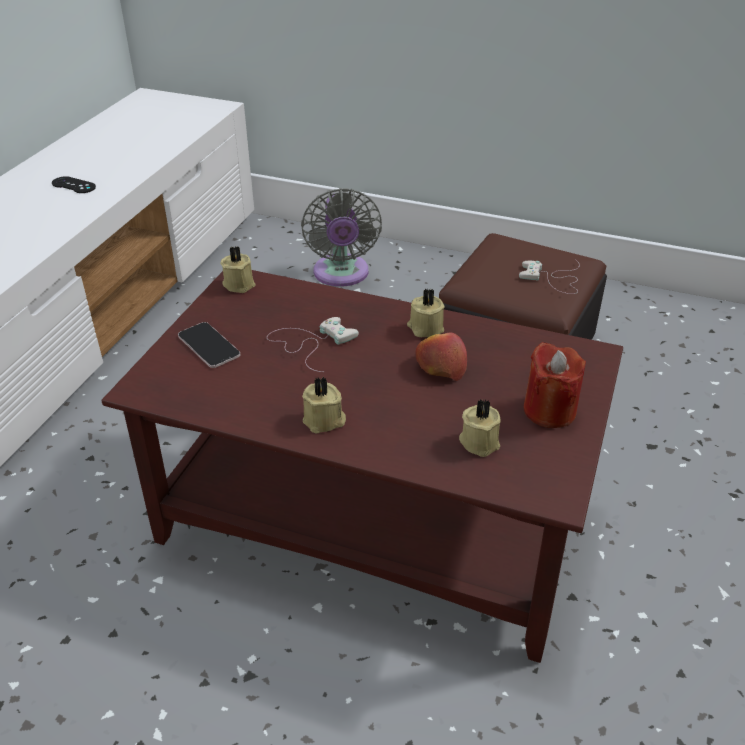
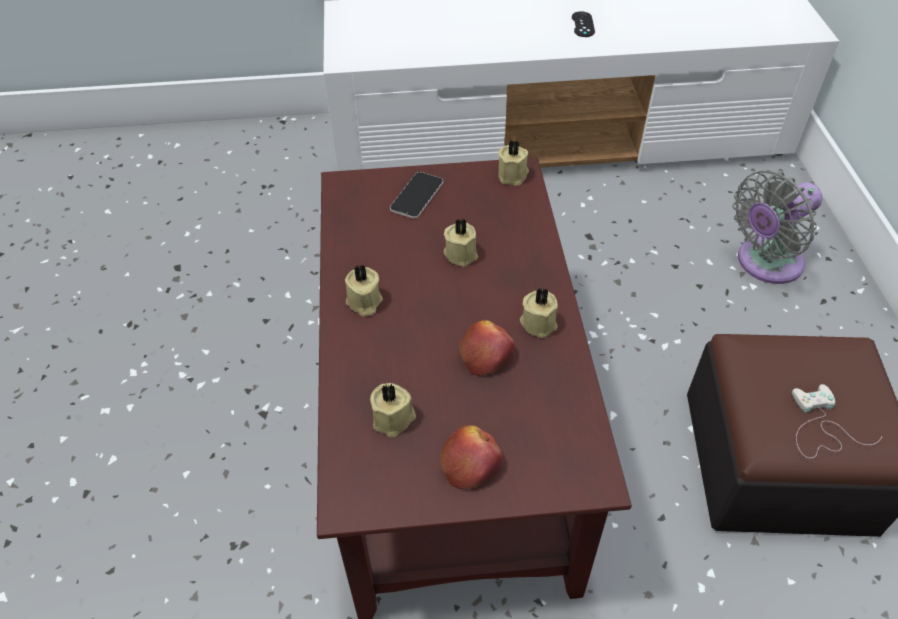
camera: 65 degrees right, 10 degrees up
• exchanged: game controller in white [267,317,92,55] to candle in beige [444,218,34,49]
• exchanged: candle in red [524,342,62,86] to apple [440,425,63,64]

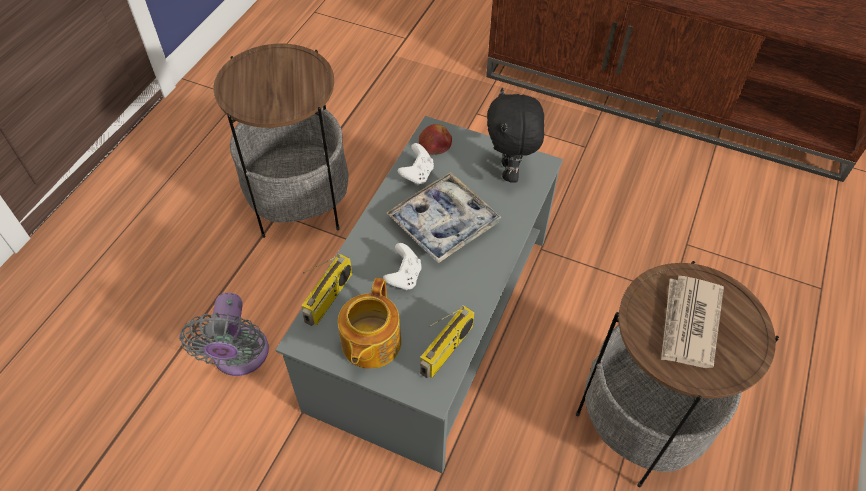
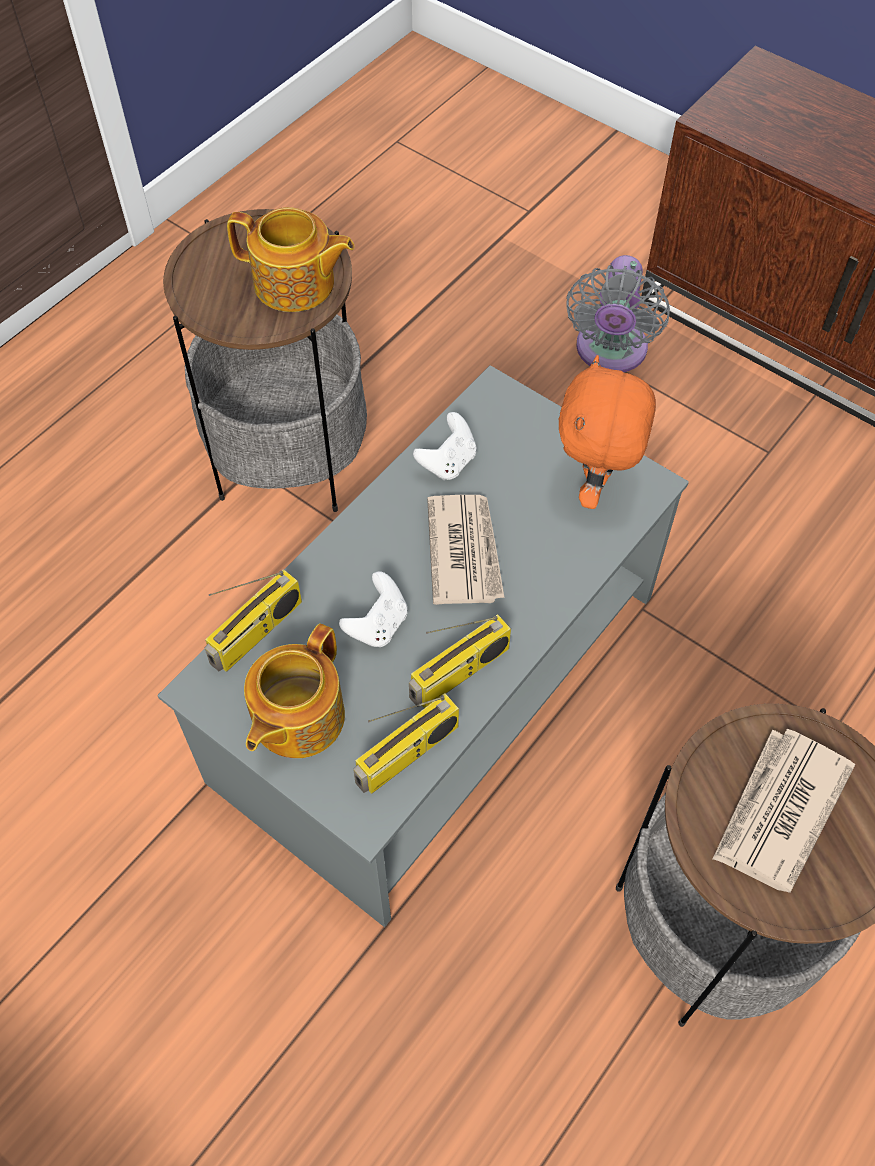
camera: 15 degrees right, 5 degrees up
• colour: plush toy in black [487,88,57,95] to plush toy in orange [558,355,98,154]
• missing: apple [419,124,33,31]
• exchanged: tray [387,172,115,92] to newspaper [427,495,77,110]
• relocated: fan in grey [179,293,90,83] to [566,255,104,117]
• appeared: teapot [227,207,128,105]
• appeared: radio [409,614,102,94]

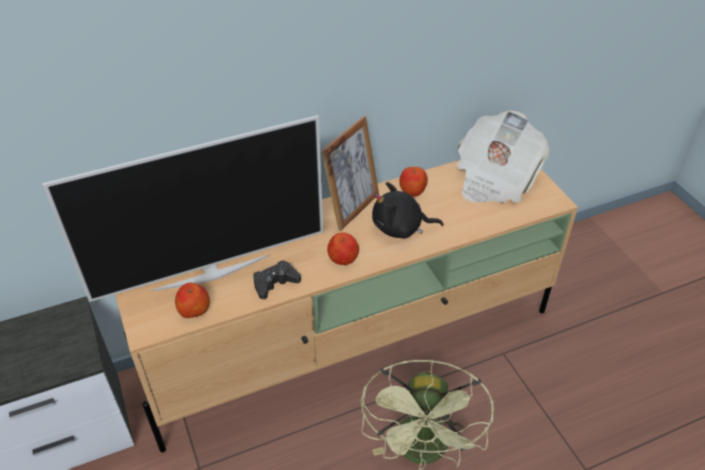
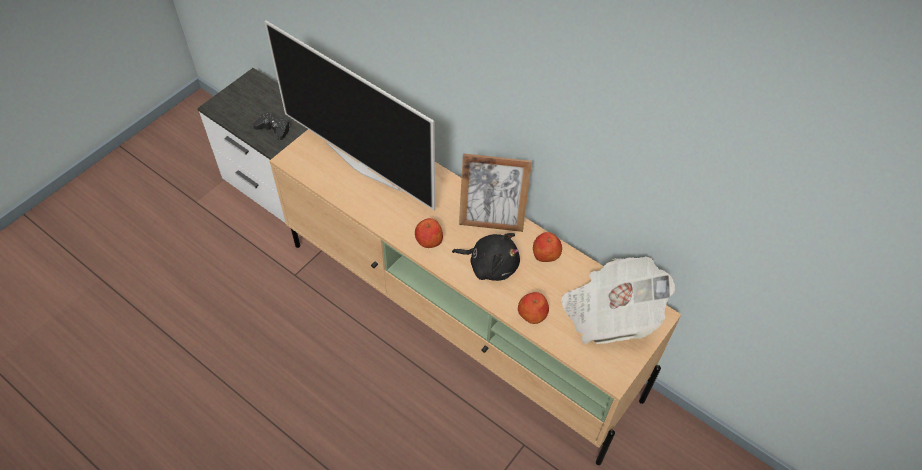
camera: 60 degrees right, 10 degrees up
• spun: plush toy in black [372,182,71,56] = [452,233,68,48] 135 degrees clockwise
• relocated: game controller in black [253,260,48,39] to [253,112,37,28]
• relocated: apple [175,283,35,35] to [518,292,31,32]
• missing: fan in green [361,360,133,110]

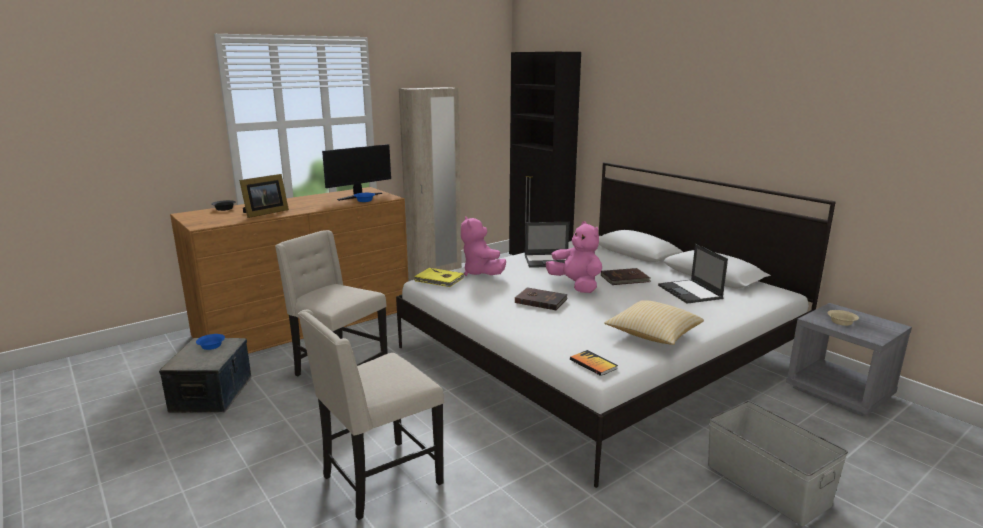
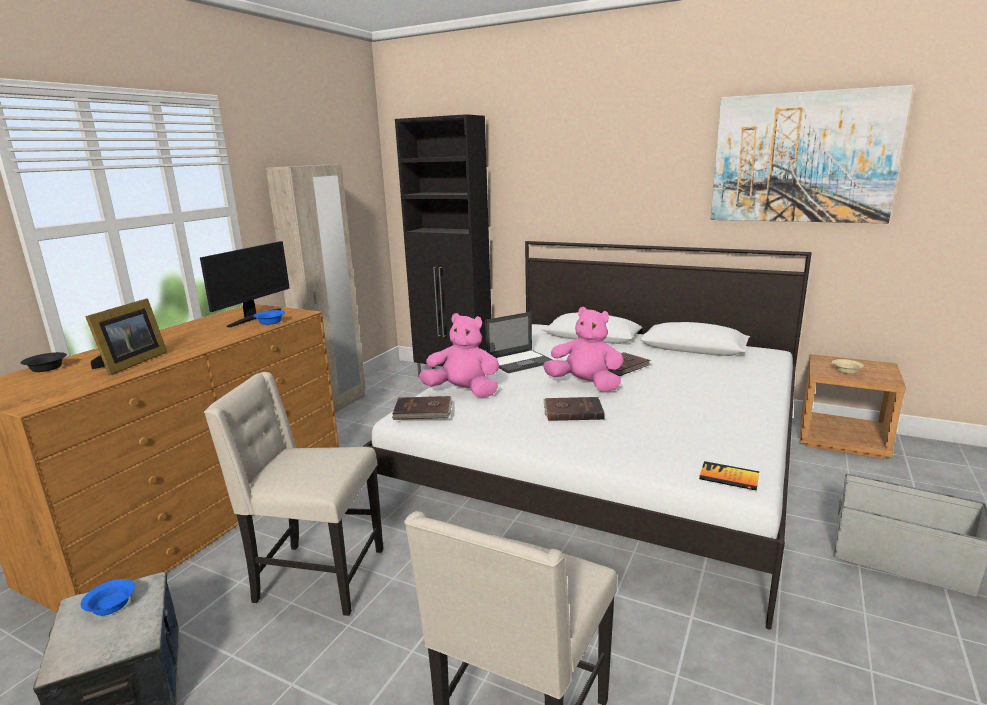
camera: 25 degrees left, 0 degrees up
• spun: plush toy in pink [461,216,45,60] = [419,313,80,85] 150 degrees clockwise
• missing: laptop [658,244,70,60]
• colour: book in yellow [414,268,50,19] to book in brown [392,396,61,24]
• missing: pillow [604,300,100,45]
• colour: nightstand in grey [786,303,126,113] to nightstand in brown [800,354,106,105]
• appeared: picture [711,85,202,138]

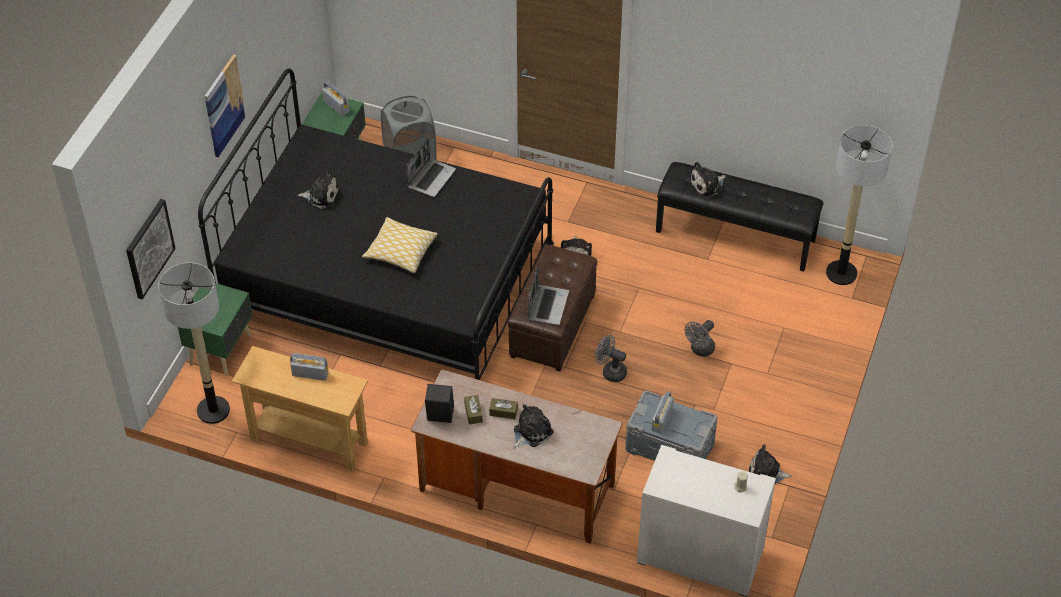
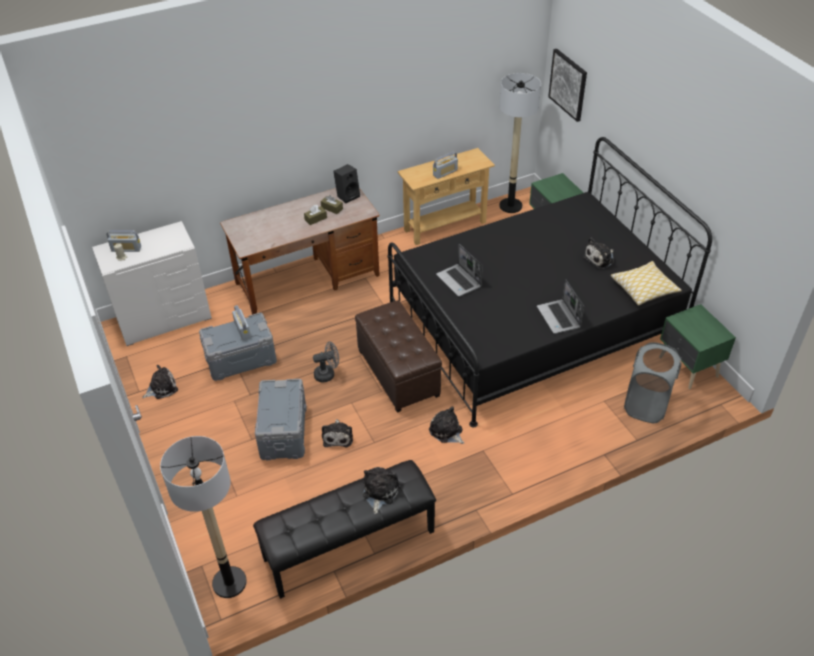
camera: 135 degrees right, 5 degrees down
• missing: picture [205,55,41,102]
• relocated: radio [322,81,28,35] to [107,230,34,22]
• relocated: pillow [362,217,76,56] to [611,261,71,45]
• relocated: laptop [528,265,41,60] to [436,244,47,53]
• exchanged: fan in grey [685,320,30,37] to storage box in grey [255,379,52,81]
• relocated: plush toy [514,404,40,45] to [322,419,31,28]

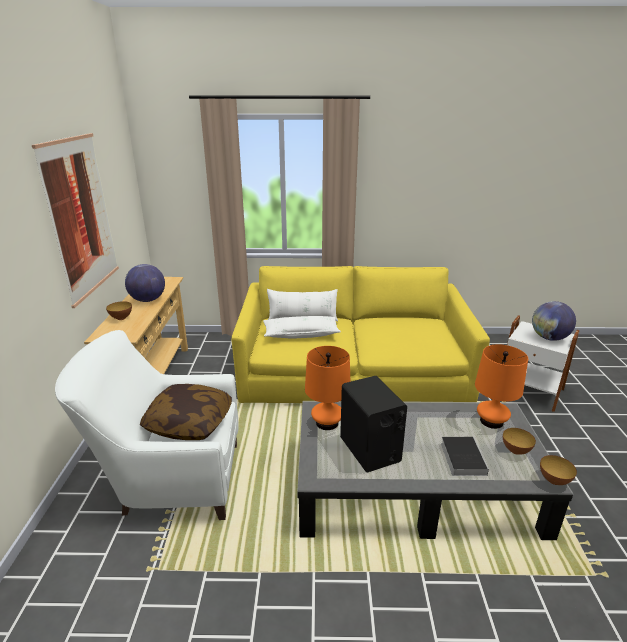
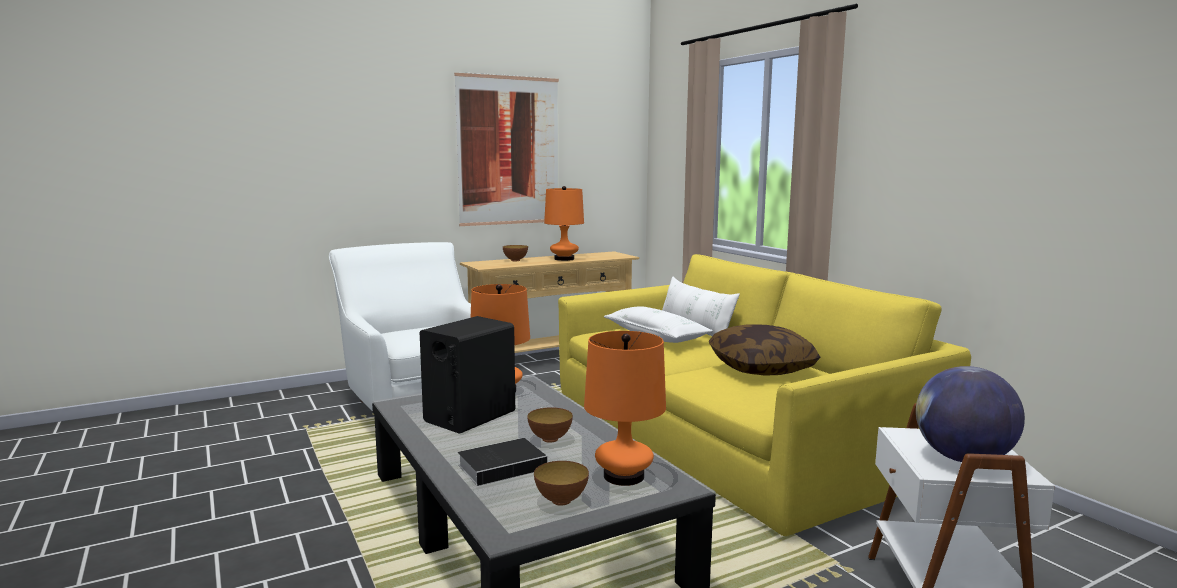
camera: 60 degrees right, 15 degrees down
• exchanged: globe [125,264,40,38] to table lamp in orange [544,186,40,75]
• relocated: pillow [140,384,92,56] to [709,324,112,52]
• relocated: bowl [540,455,37,30] to [527,407,46,36]

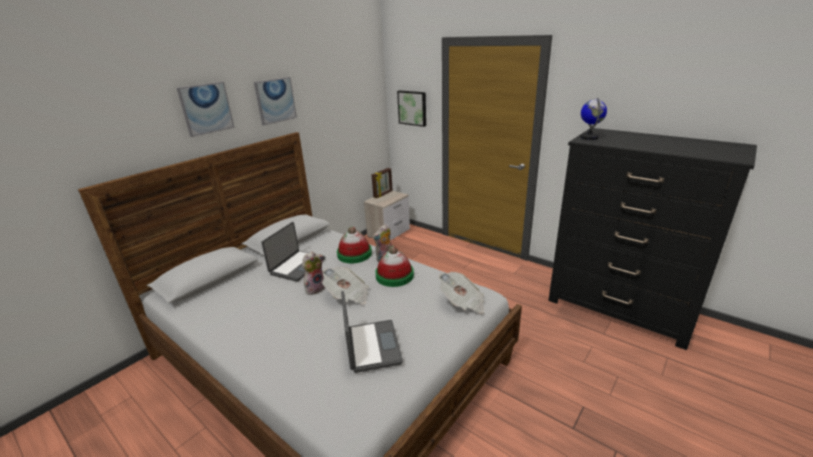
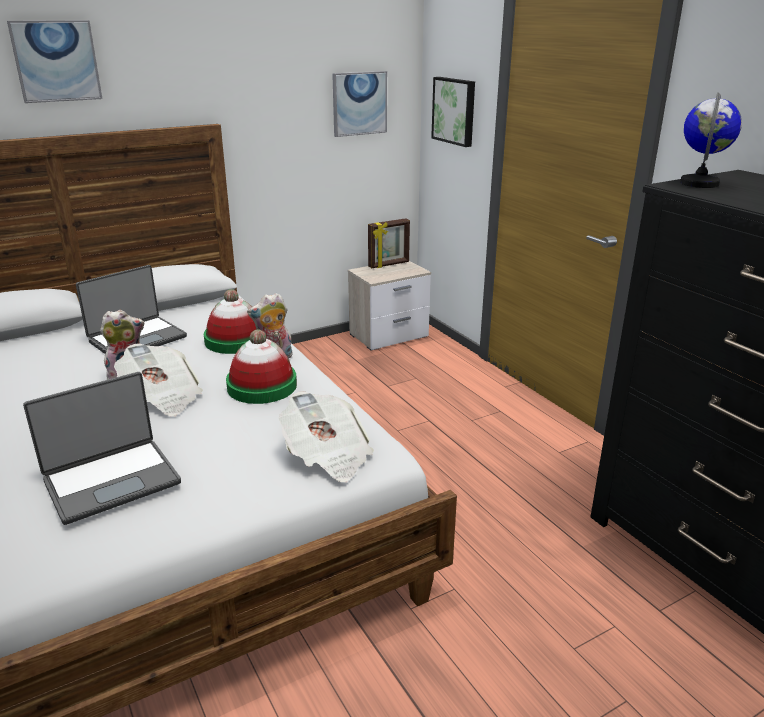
camera: 20 degrees right, 0 degrees up
• relocated: picture [254,77,43,48] to [332,71,55,66]
• spun: laptop [341,291,62,82] = [23,372,158,153] 45 degrees clockwise

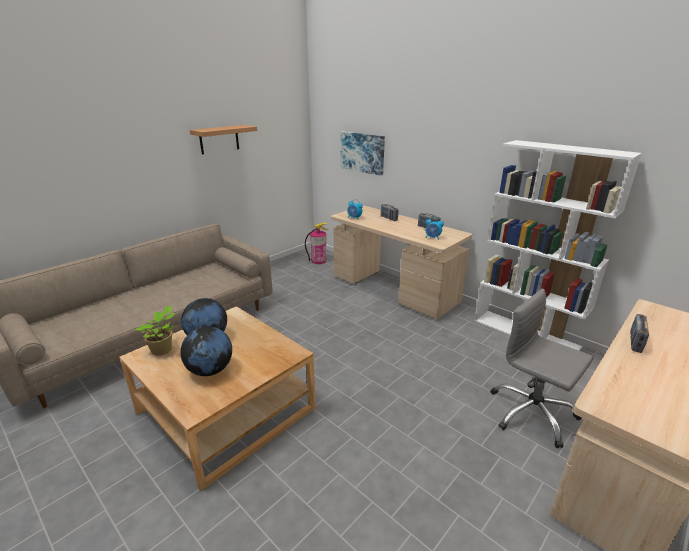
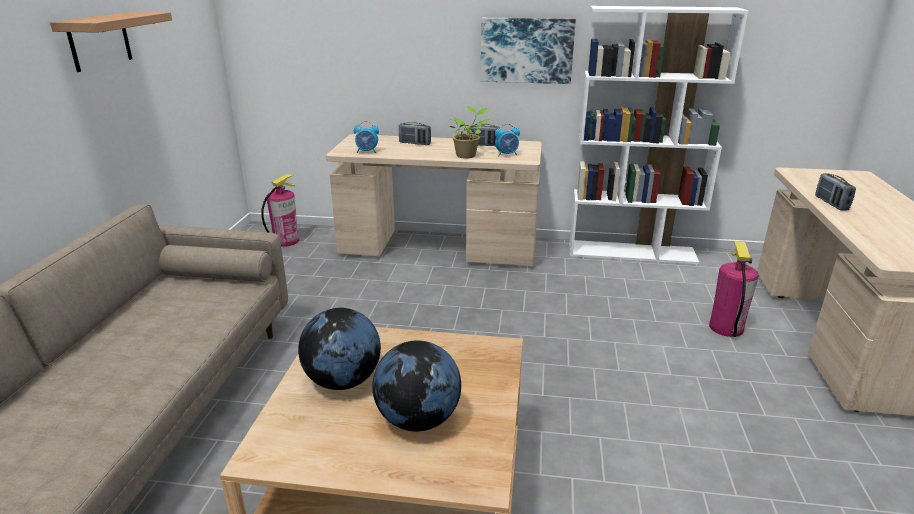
camera: 35 degrees left, 0 degrees up
• relocated: picture [340,131,45,45] to [480,18,96,66]
• exchanged: office chair in grey [490,289,103,159] to fire extinguisher [709,241,50,96]
• relocated: potted plant [134,305,41,51] to [450,106,39,53]

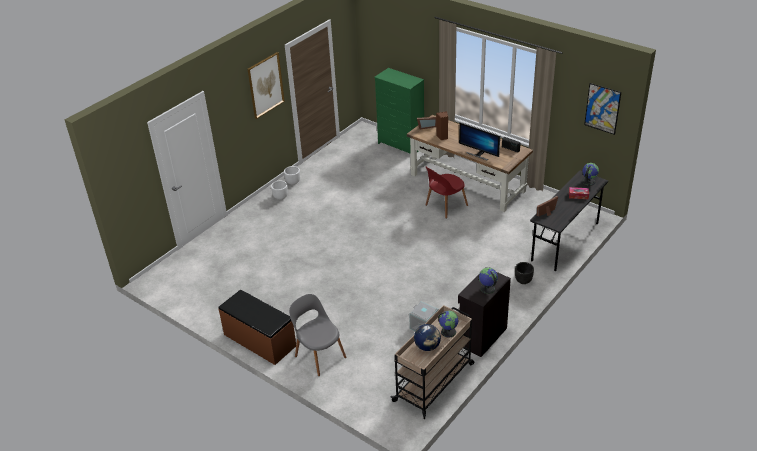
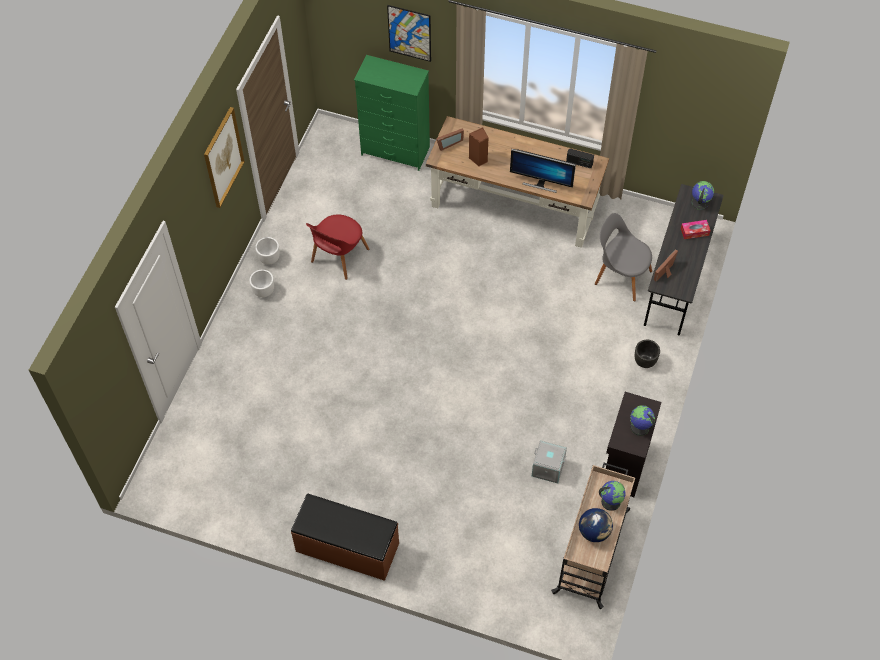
camera: 20 degrees left, 20 degrees up
• relocated: picture [584,83,37,52] to [387,5,44,57]
• relocated: chair in red [425,166,43,53] to [306,215,63,65]
• relocated: chair in grey [289,294,57,82] to [595,213,57,88]

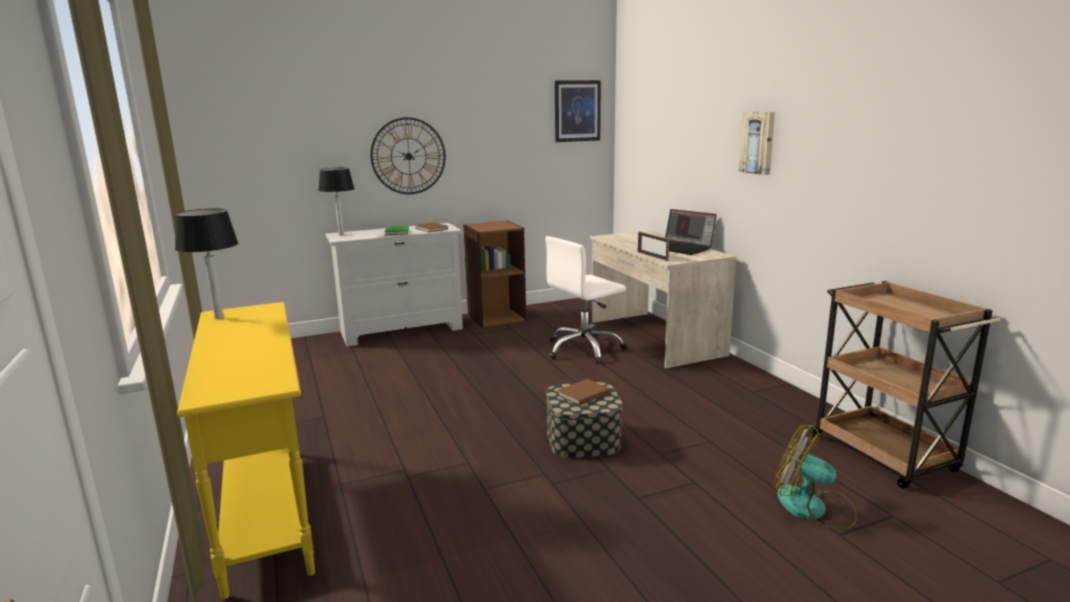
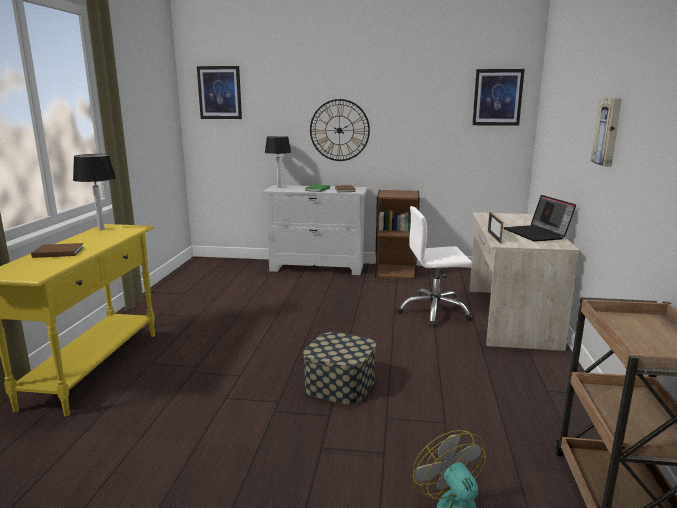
camera: 30 degrees right, 0 degrees up
• relocated: book in brown [557,379,53,27] to [31,243,53,15]
• appeared: picture [197,66,45,53]

